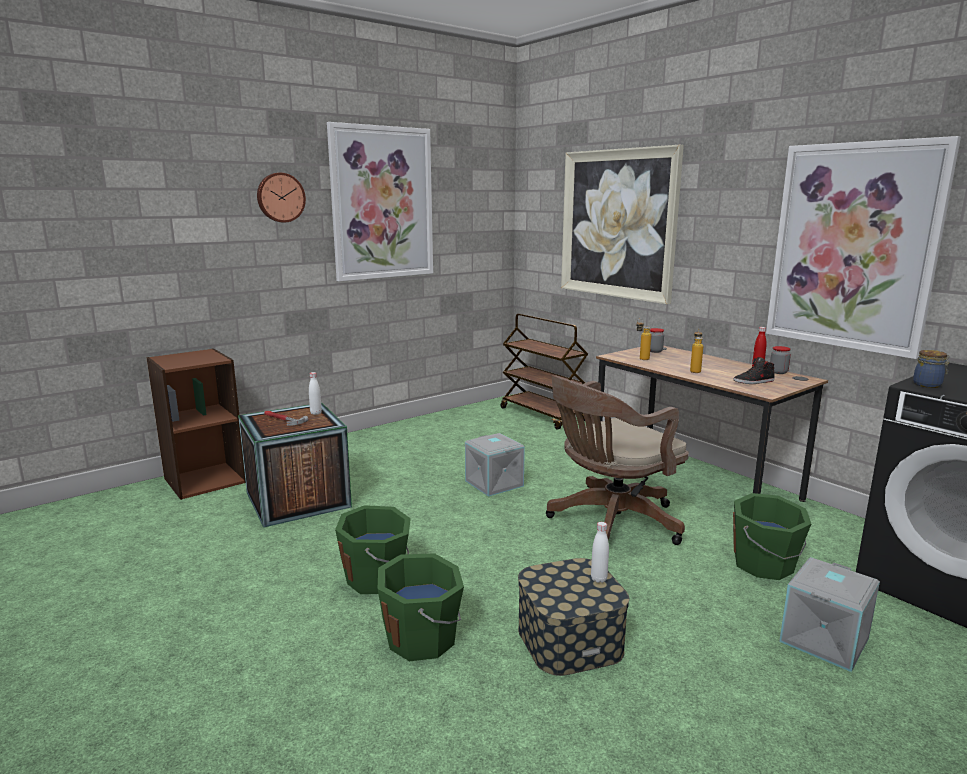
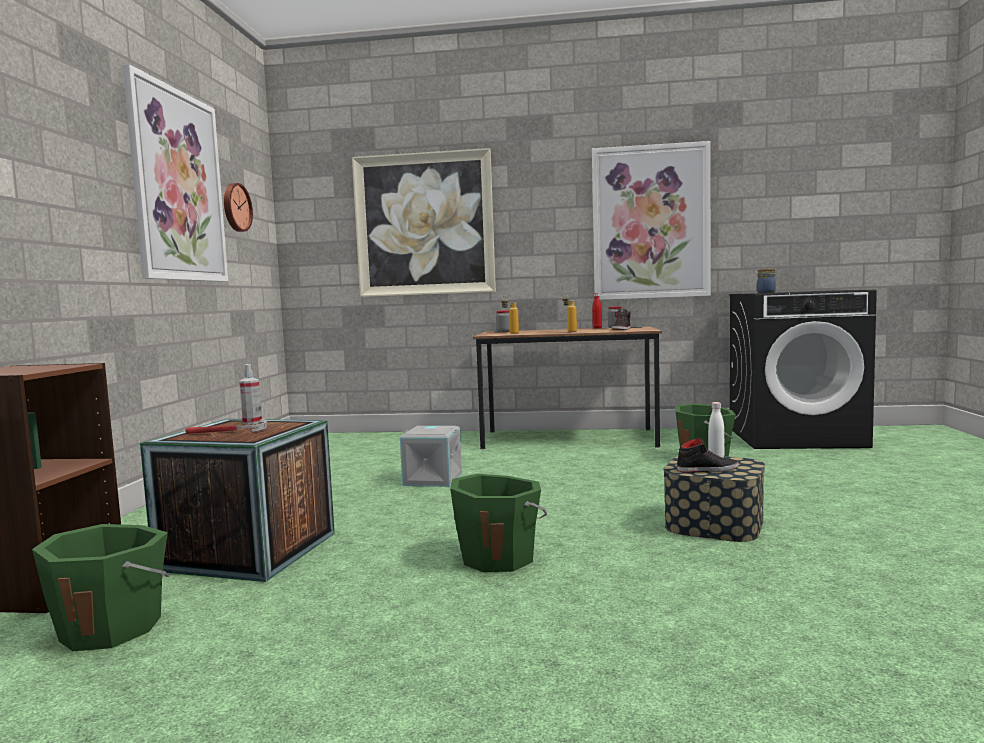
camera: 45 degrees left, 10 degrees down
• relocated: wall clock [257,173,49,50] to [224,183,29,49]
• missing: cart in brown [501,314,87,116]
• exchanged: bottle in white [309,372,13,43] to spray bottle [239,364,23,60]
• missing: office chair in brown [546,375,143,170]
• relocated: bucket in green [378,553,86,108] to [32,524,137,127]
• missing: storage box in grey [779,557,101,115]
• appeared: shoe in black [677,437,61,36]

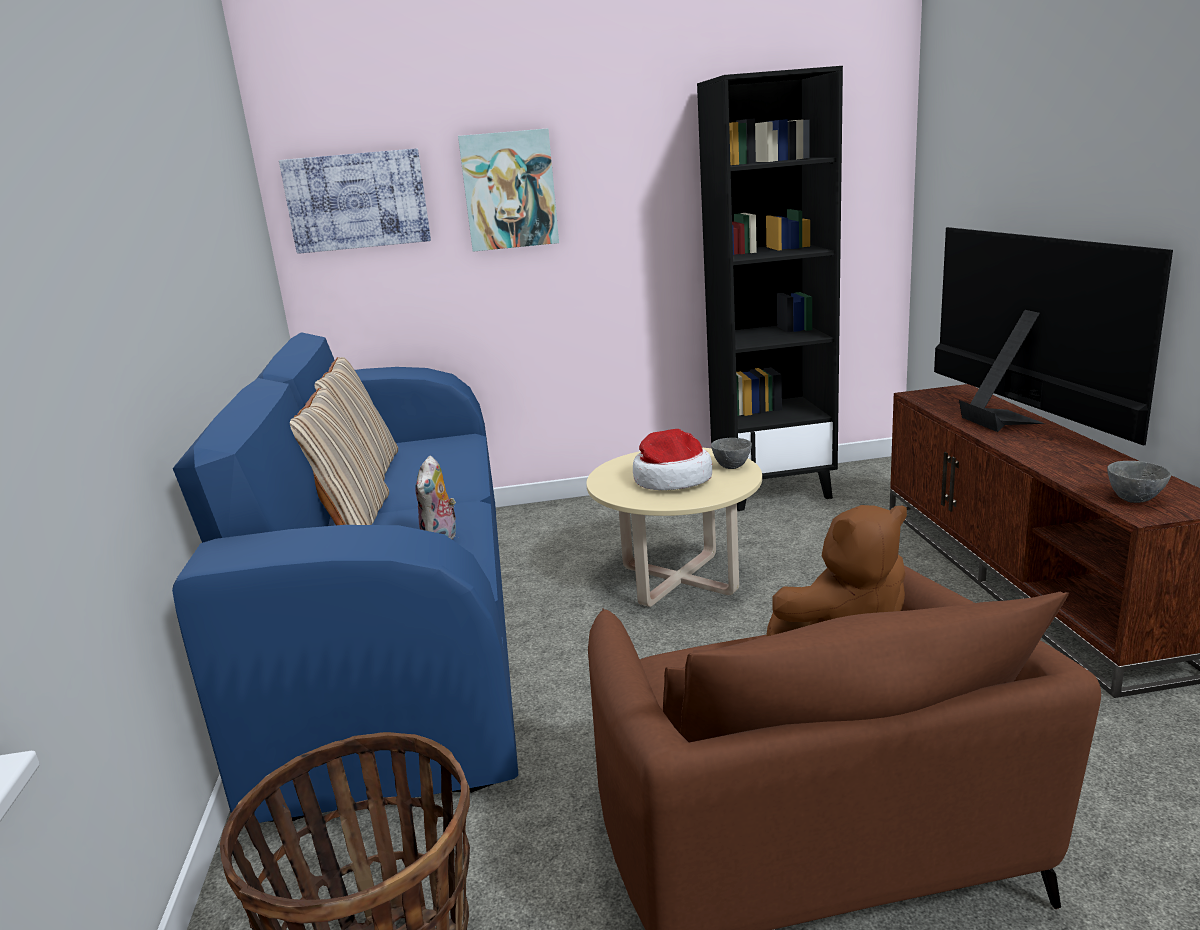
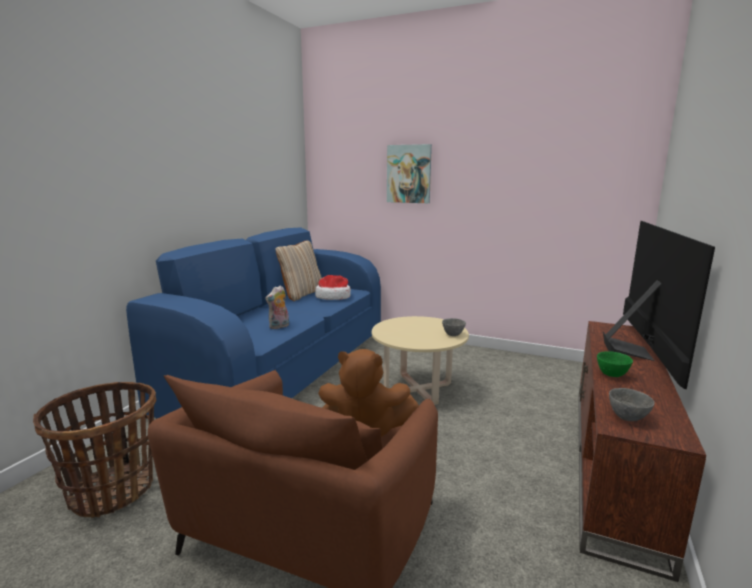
camera: 30 degrees right, 5 degrees down
• missing: bookcase in black [697,66,146,445]
• missing: picture [279,148,152,106]
• missing: pillow in beige [290,388,99,137]
• relocated: hat [633,429,79,61] to [315,275,36,25]
• appeared: bowl in green [597,351,36,26]

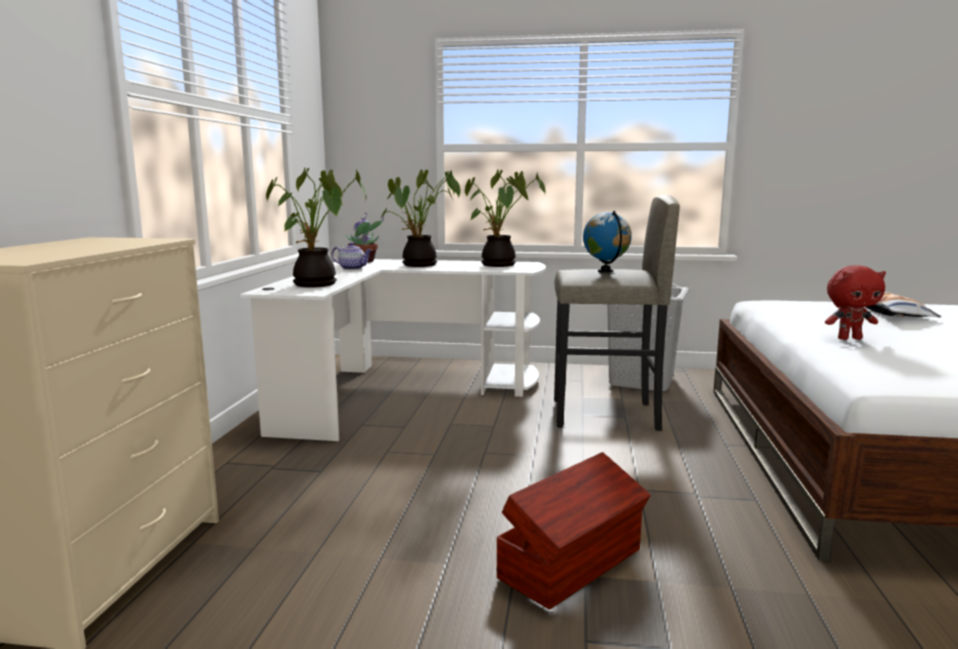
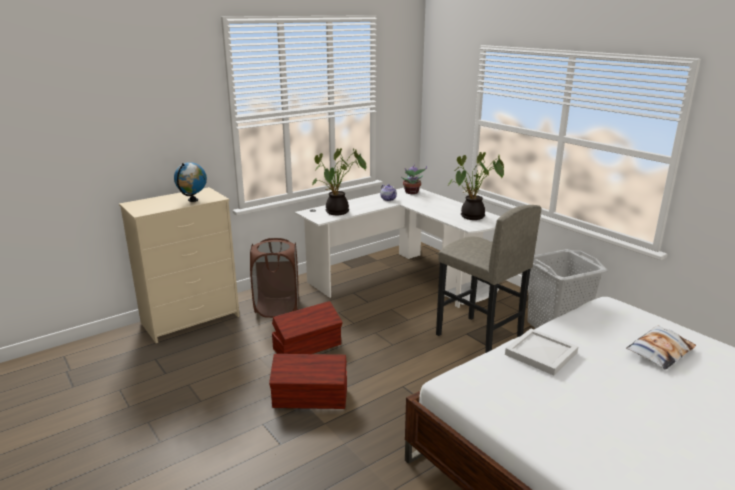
camera: 45 degrees right, 10 degrees up
• missing: potted plant [381,169,80,98]
• relocated: globe [583,210,49,63] to [174,162,33,40]
• exchanged: plush toy in red [825,265,61,75] to tray in white [505,328,73,48]
• appeared: laundry basket in brown [250,238,49,80]
• appeared: storage box in brown [272,301,71,53]

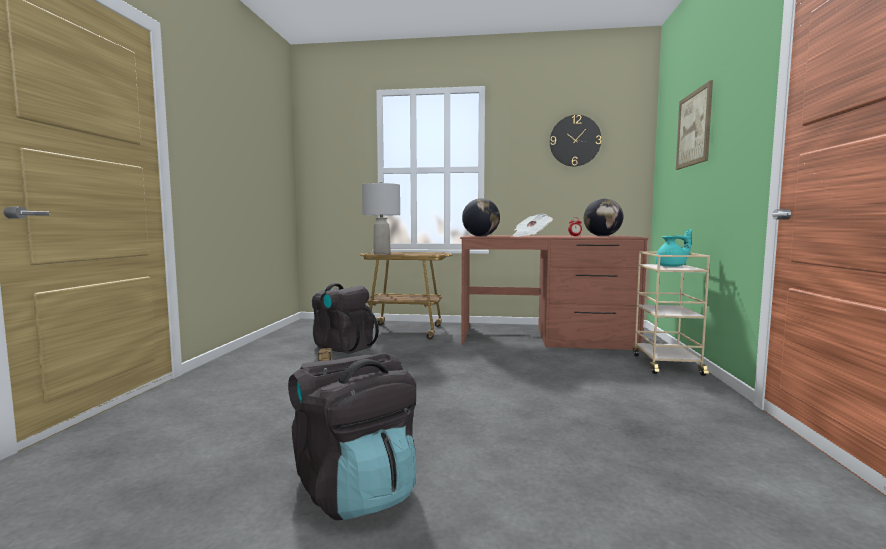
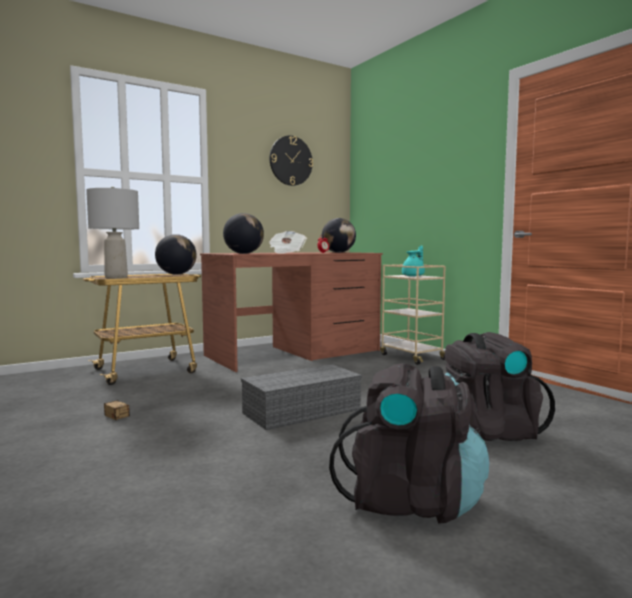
camera: 40 degrees left, 0 degrees up
• missing: picture [676,80,37,90]
• relocated: backpack in black [312,283,67,71] to [445,332,110,109]
• appeared: globe [155,234,42,41]
• appeared: storage box in grey [241,364,121,66]

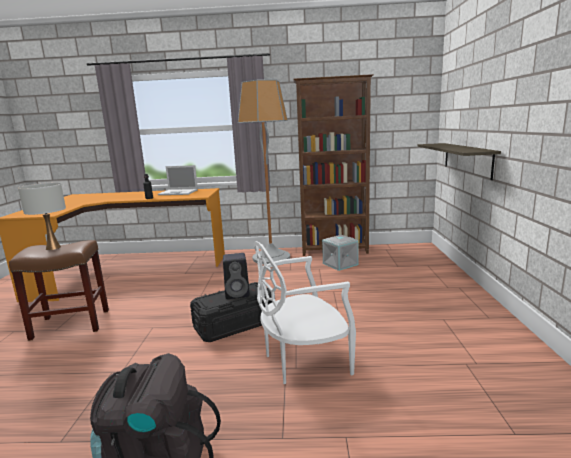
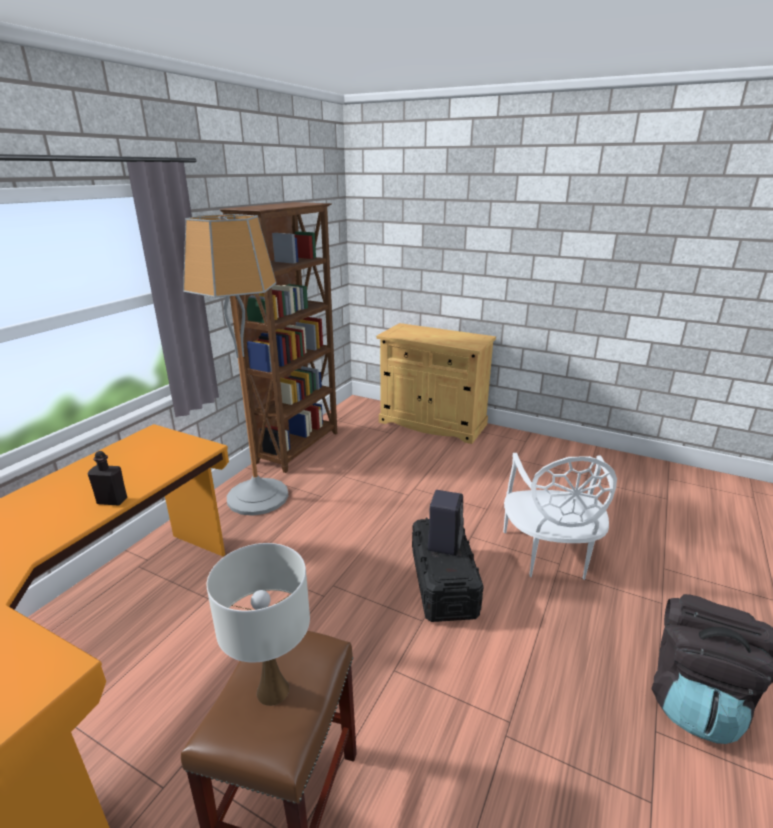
camera: 65 degrees left, 10 degrees up
• missing: shelf [418,143,83,37]
• missing: laptop [158,165,40,30]
• missing: storage box in grey [322,235,37,36]
• appeared: cabinet in beige [376,323,120,121]

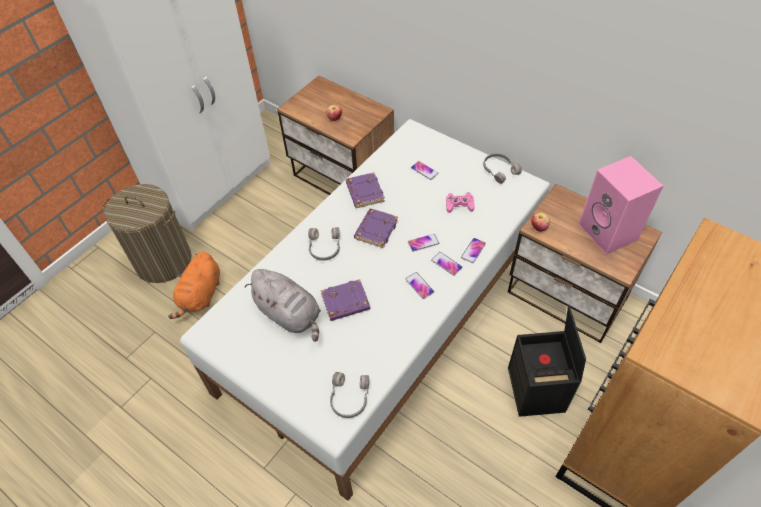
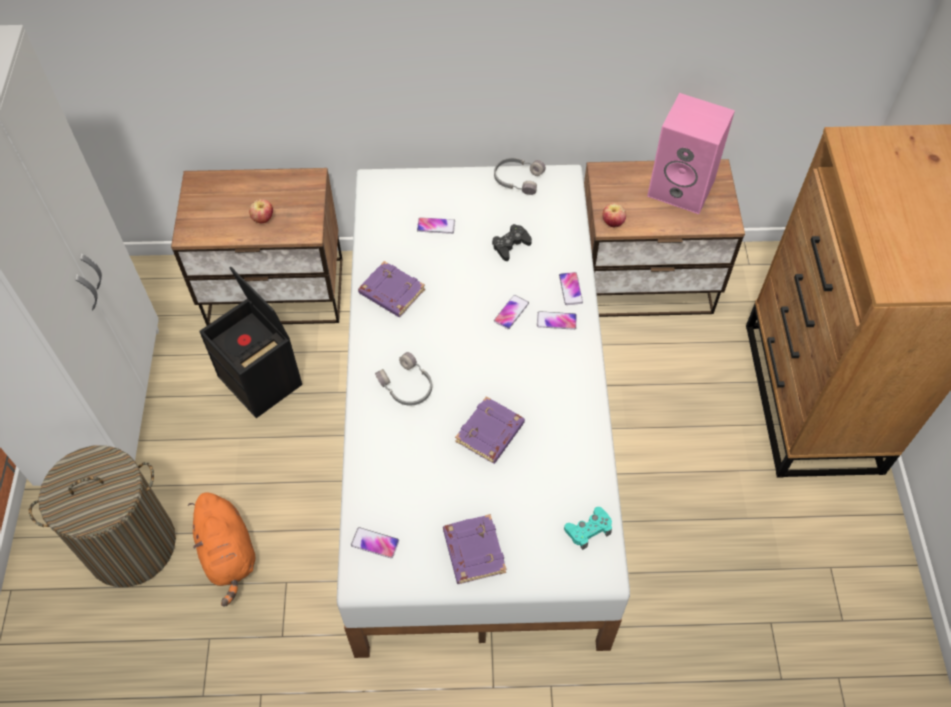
camera: 40 degrees left, 5 degrees up
• colour: game controller in pink [446,193,29,20] to game controller in black [492,224,40,37]
• relocated: book in purple [354,209,44,39] to [443,514,63,70]
• missing: plush toy in grey [245,269,76,73]
• relocated: phone [405,272,29,27] to [351,527,48,31]
• relocated: storage box in black [508,306,78,111] to [199,267,103,151]
• exchanged: headphones in grey [330,372,39,46] to game controller in turquoise [564,507,48,43]

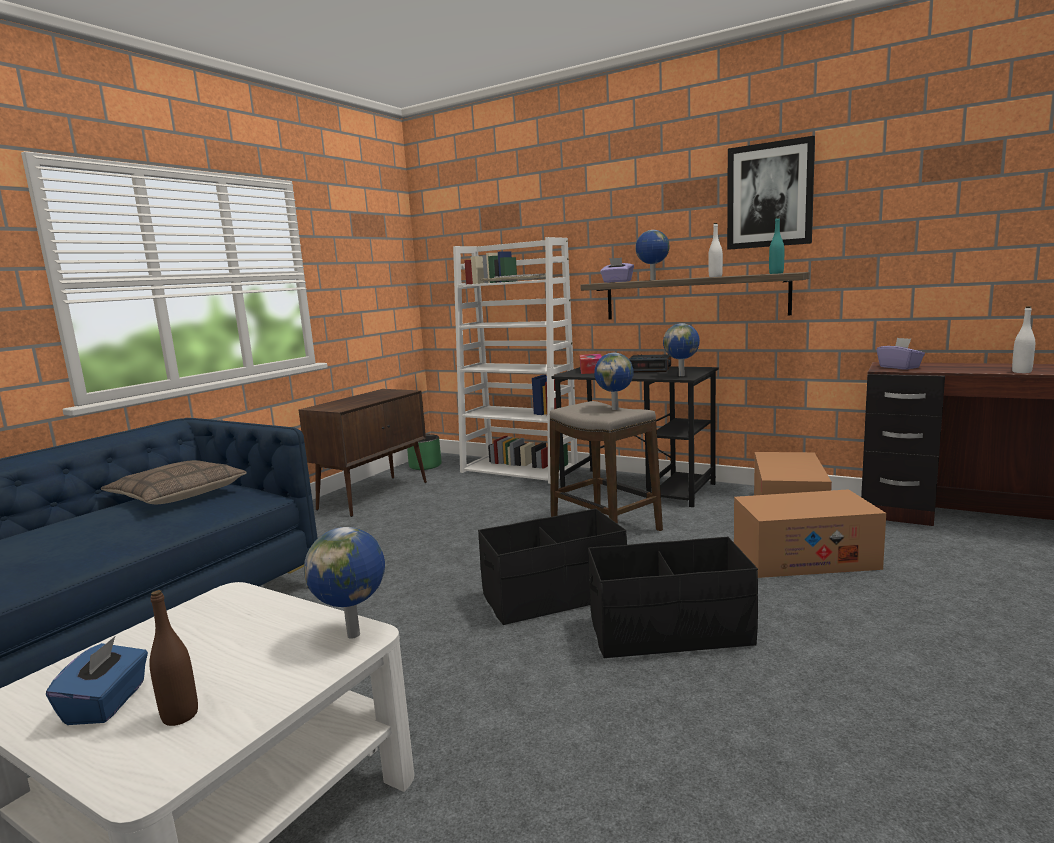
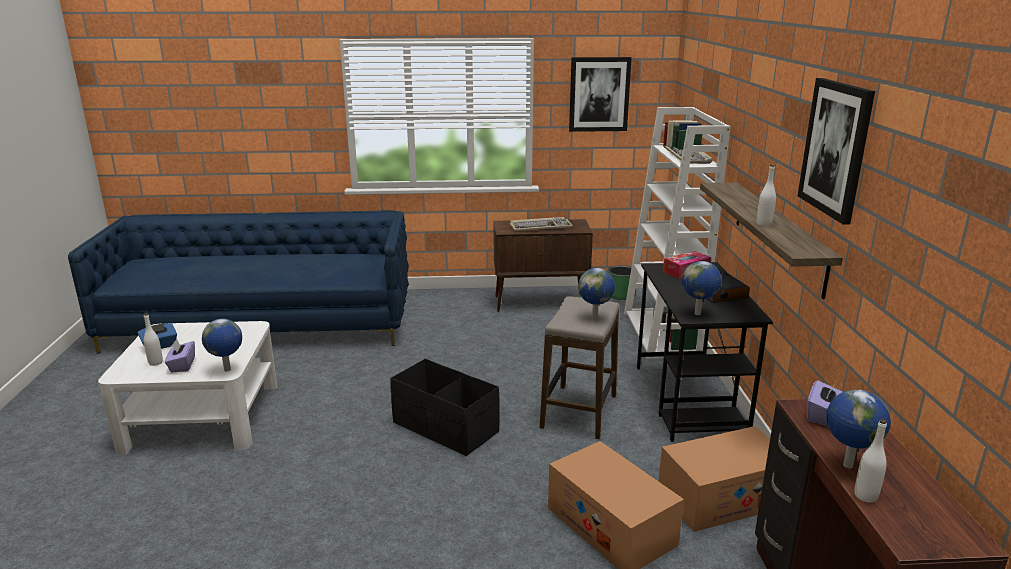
camera: 55 degrees right, 10 degrees up
• missing: bottle in turquoise [769,217,15,57]
• relocated: globe [635,230,34,50] to [827,389,64,79]
• relocated: tissue box in purple [600,257,34,26] to [165,338,30,34]
• missing: pillow [101,460,146,44]
• missing: storage box in black [588,537,170,121]
• colour: bottle in brown [149,590,49,136] to bottle in white [144,313,19,53]
• appeared: picture [569,57,63,75]
• appeared: keyboard [510,217,63,14]

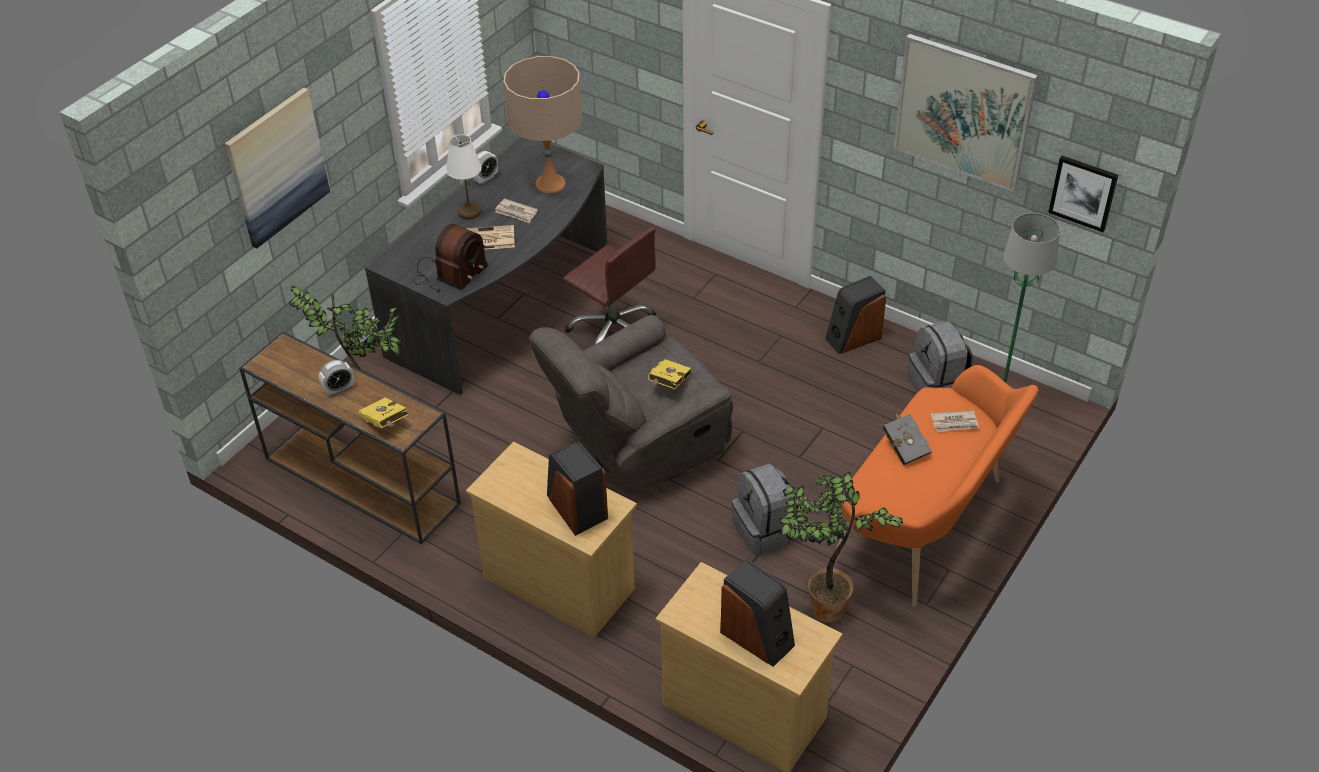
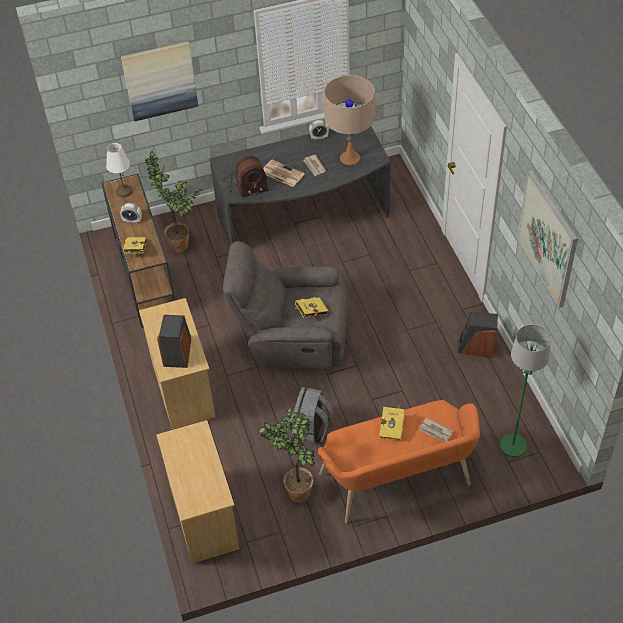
camera: 40 degrees right, 5 degrees up
• relocated: table lamp in white [446,134,35,86] to [106,143,26,54]
• missing: picture [1048,156,70,76]
• missing: office chair in brown [563,226,93,118]
• missing: backpack in grey [908,321,66,71]
• colour: book in grey [882,413,50,53] to book in yellow [379,405,26,35]
• missing: speaker [720,558,75,109]

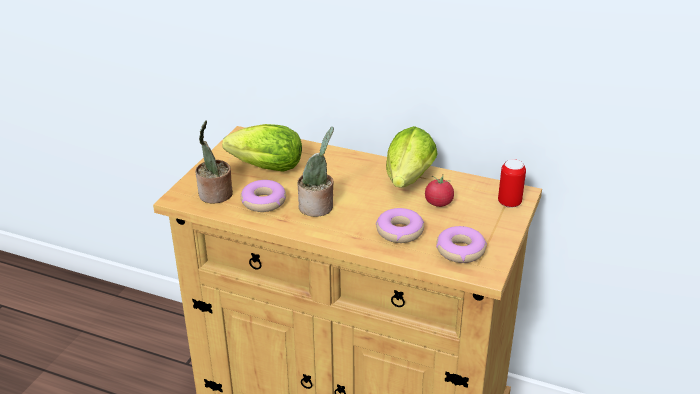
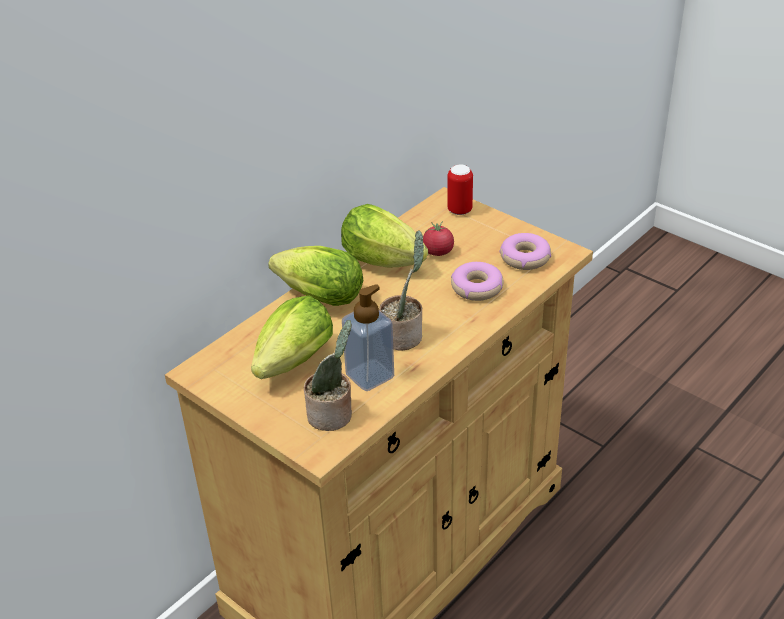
camera: 70 degrees left, 5 degrees up
• exchanged: donut [241,180,45,32] to soap dispenser [342,284,52,107]
• appeared: lettuce [268,246,95,60]

